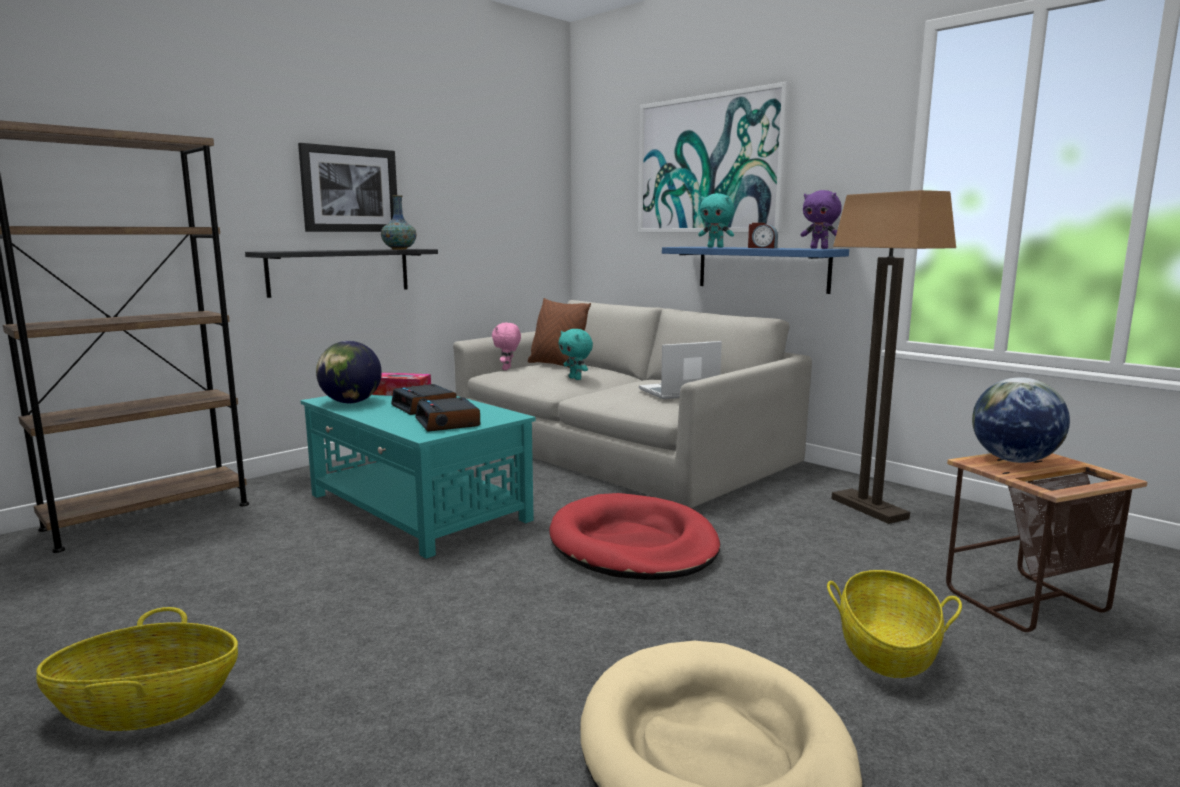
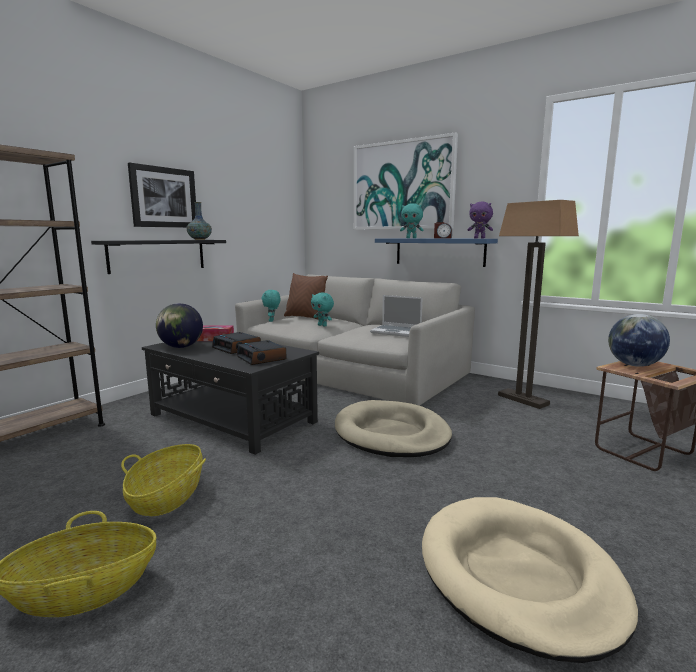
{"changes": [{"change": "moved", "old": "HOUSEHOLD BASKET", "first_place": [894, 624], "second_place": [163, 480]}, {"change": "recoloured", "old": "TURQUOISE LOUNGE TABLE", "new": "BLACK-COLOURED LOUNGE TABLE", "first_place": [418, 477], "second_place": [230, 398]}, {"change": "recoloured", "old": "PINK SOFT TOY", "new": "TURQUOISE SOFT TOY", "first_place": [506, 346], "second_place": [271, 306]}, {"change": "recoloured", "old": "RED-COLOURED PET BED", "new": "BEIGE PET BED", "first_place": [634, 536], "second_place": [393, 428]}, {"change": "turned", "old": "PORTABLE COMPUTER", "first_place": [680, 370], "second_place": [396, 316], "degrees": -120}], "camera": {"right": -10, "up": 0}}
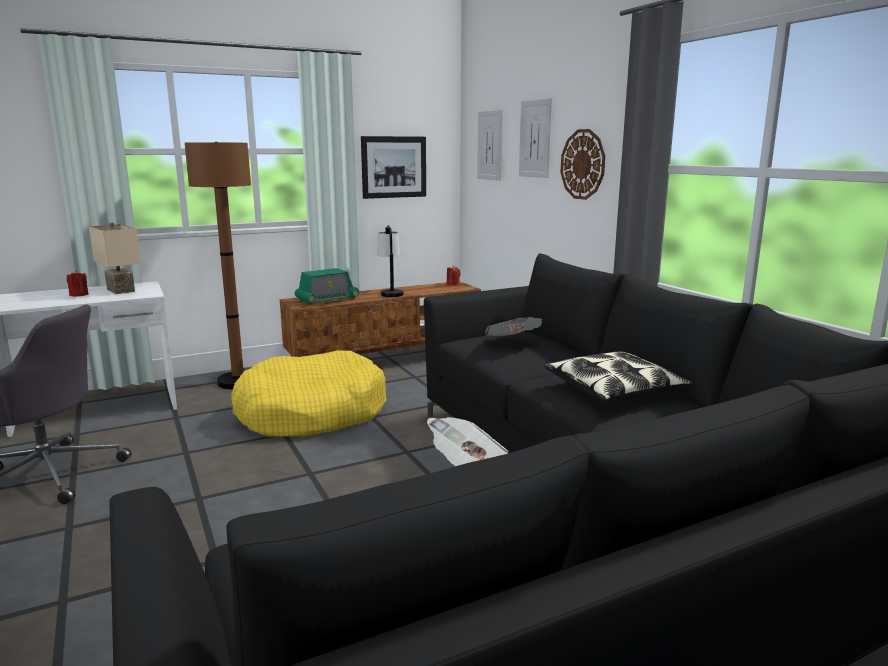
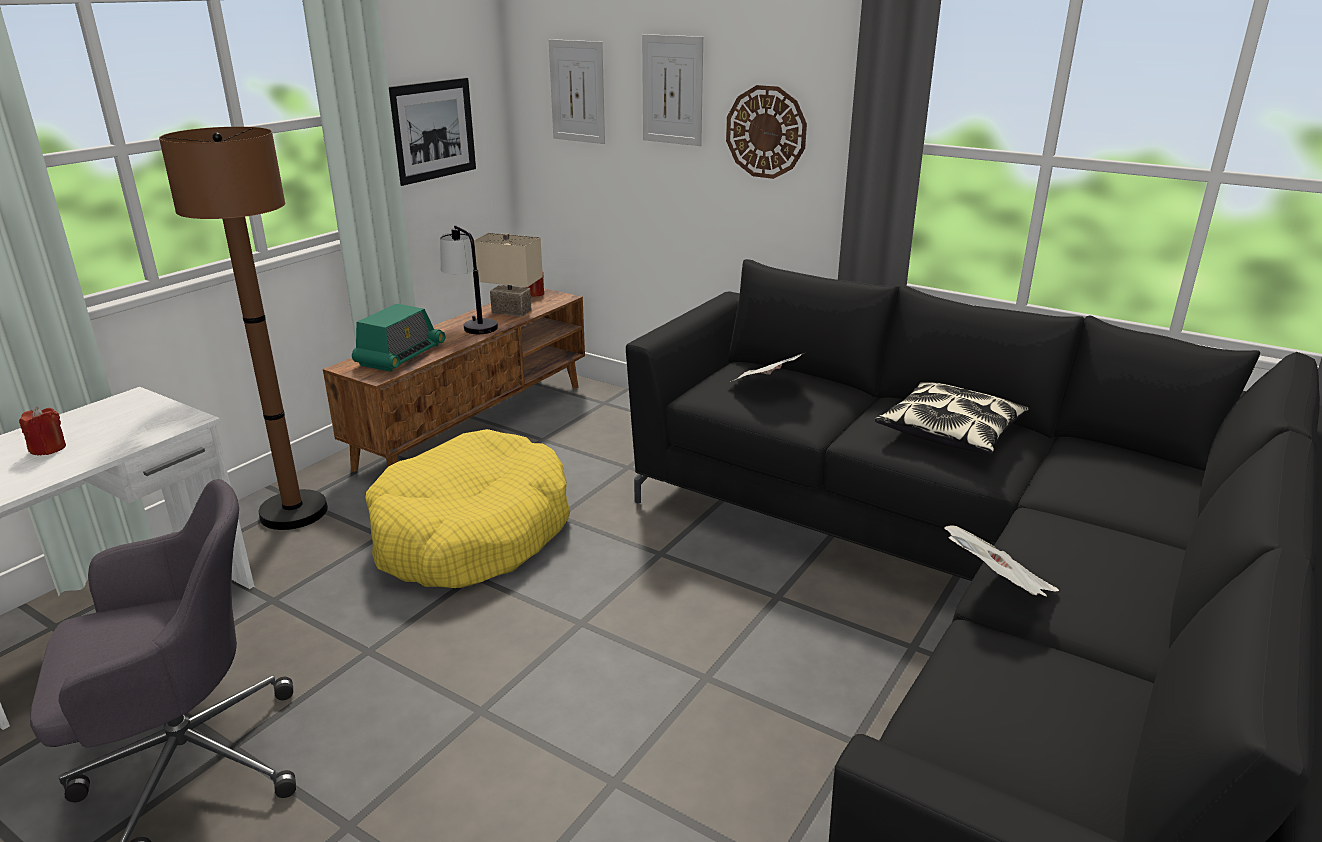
{"changes": [{"change": "moved", "old": "BEIGE TABLETOP LAMP", "first_place": [115, 258], "second_place": [508, 275]}], "camera": {"right": -30, "up": 10}}
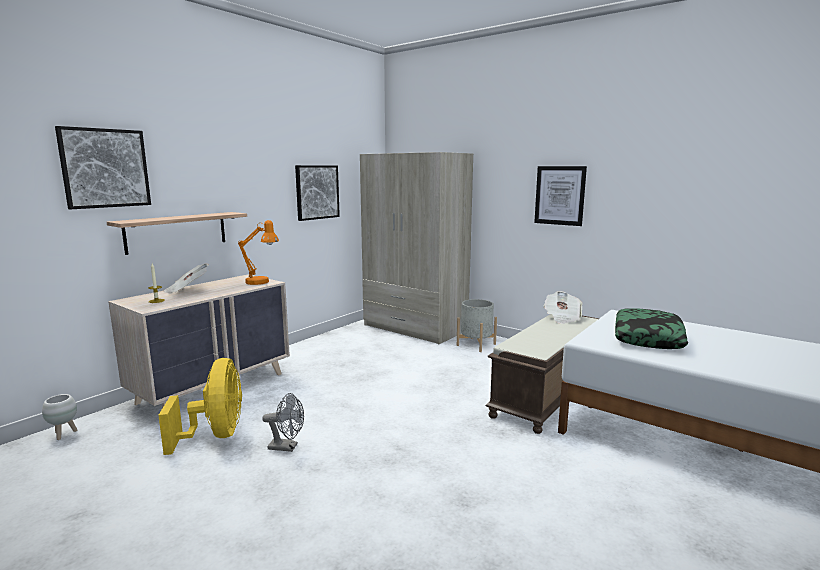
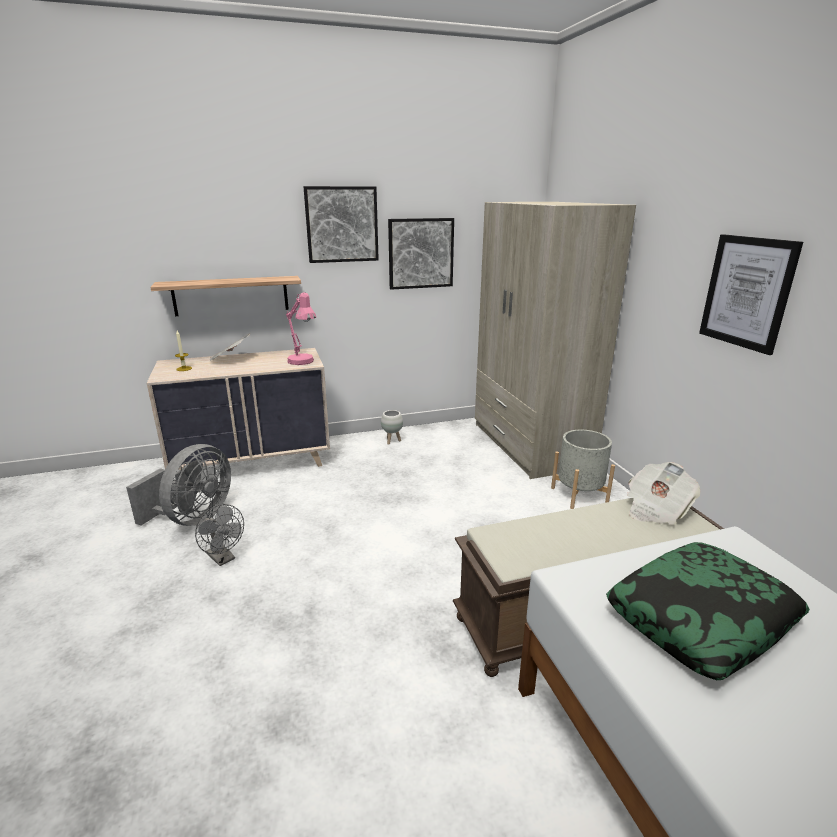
{"changes": [{"change": "recoloured", "old": "YELLOW ELECTRIC FAN", "new": "GREYISH ELECTRIC FAN", "first_place": [200, 406], "second_place": [178, 485]}, {"change": "recoloured", "old": "ORANGEY TABLETOP LAMP", "new": "PINK TABLETOP LAMP", "first_place": [258, 252], "second_place": [301, 328]}, {"change": "moved", "old": "WALL PICTURE", "first_place": [103, 167], "second_place": [341, 224]}, {"change": "moved", "old": "WHITE PLANTER", "first_place": [59, 417], "second_place": [392, 427]}], "camera": {"right": 35, "up": 10}}
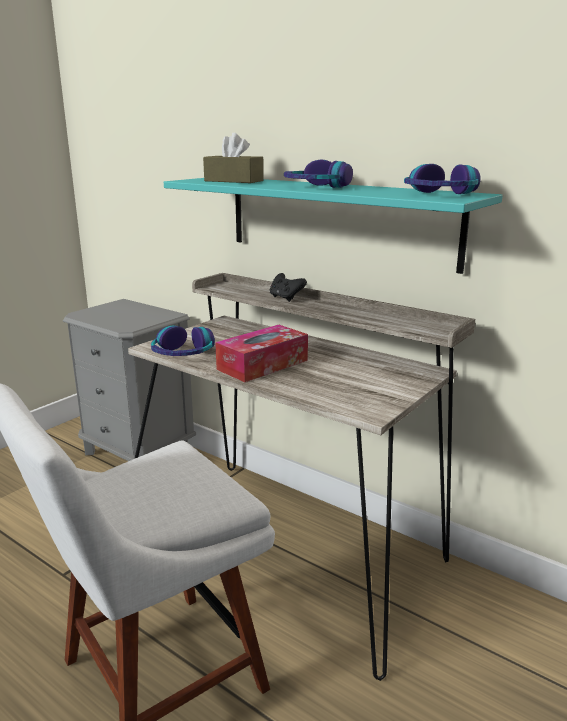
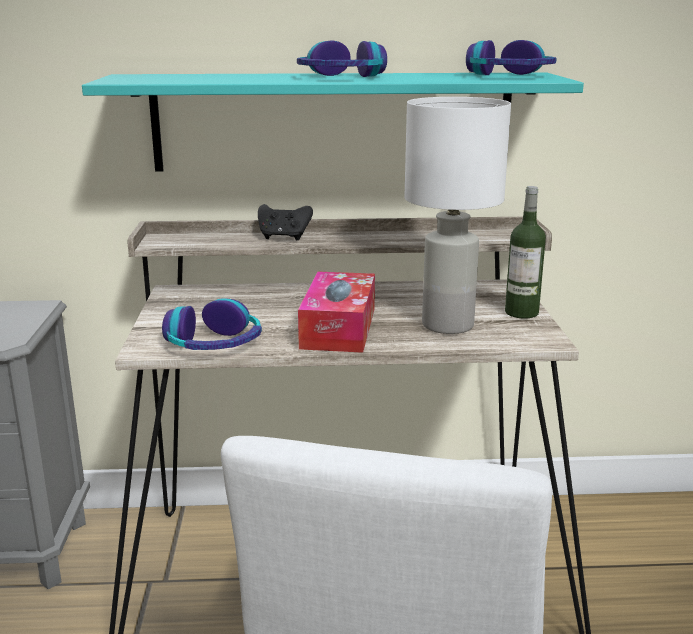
{"changes": [{"change": "added", "new": "WHITE TABLETOP LAMP", "second_place": [458, 215]}, {"change": "added", "new": "BEVERAGE BOTTLE", "second_place": [525, 252]}, {"change": "removed", "old": "BROWNISH BOX OF TISSUES", "first_place": [233, 157]}], "camera": {"right": -40, "up": 0}}
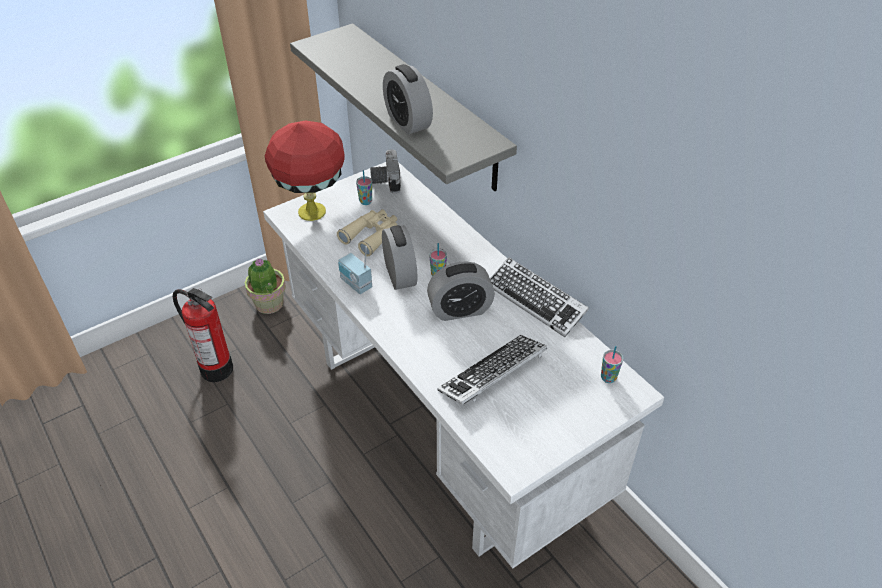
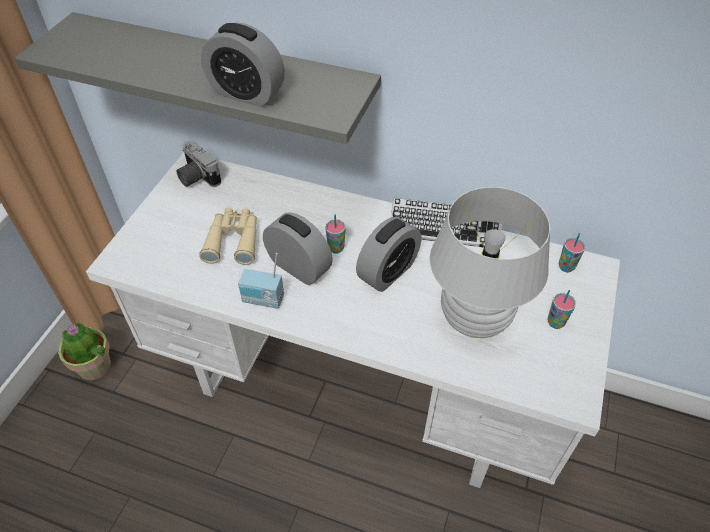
{"changes": [{"change": "replaced", "old": "KEYBOARD", "new": "WHITE TABLETOP LAMP", "first_place": [492, 370], "second_place": [490, 262]}, {"change": "moved", "old": "DRINKING CUP", "first_place": [364, 187], "second_place": [561, 309]}, {"change": "removed", "old": "FIRE-FIGHTING CYLINDER", "first_place": [203, 335]}, {"change": "removed", "old": "RED-COLOURED TABLETOP LAMP", "first_place": [305, 171]}], "camera": {"right": -35, "up": 5}}
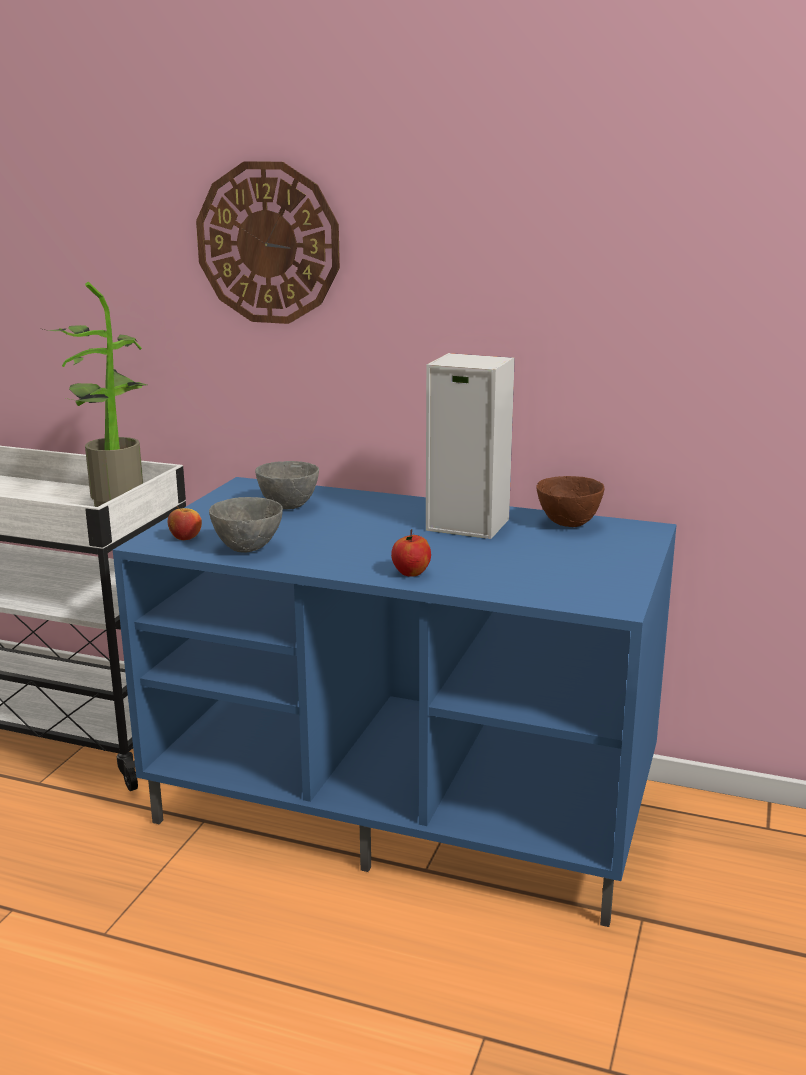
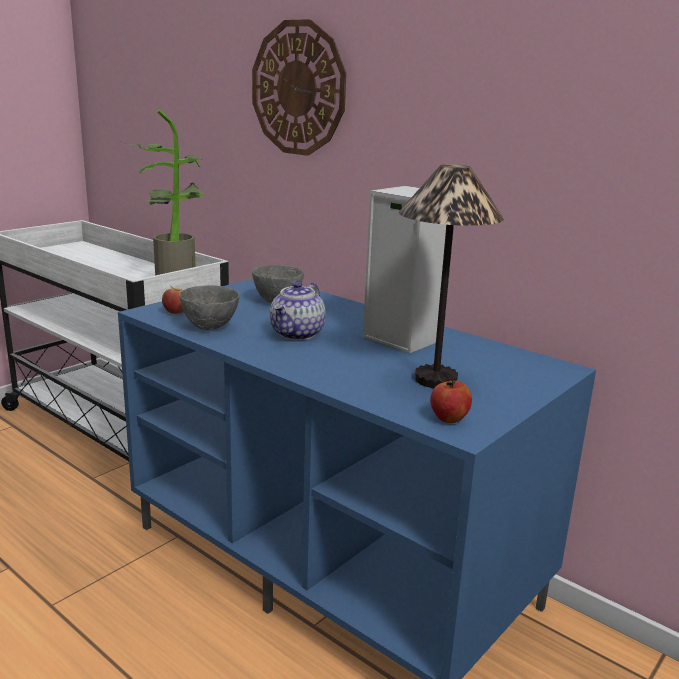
{"changes": [{"change": "added", "new": "TEA POT", "second_place": [298, 310]}, {"change": "added", "new": "TABLETOP LAMP", "second_place": [451, 276]}, {"change": "moved", "old": "APPLE", "first_place": [411, 553], "second_place": [451, 399]}, {"change": "removed", "old": "BROWNISH DEEP DISH", "first_place": [570, 501]}], "camera": {"right": 20, "up": 0}}
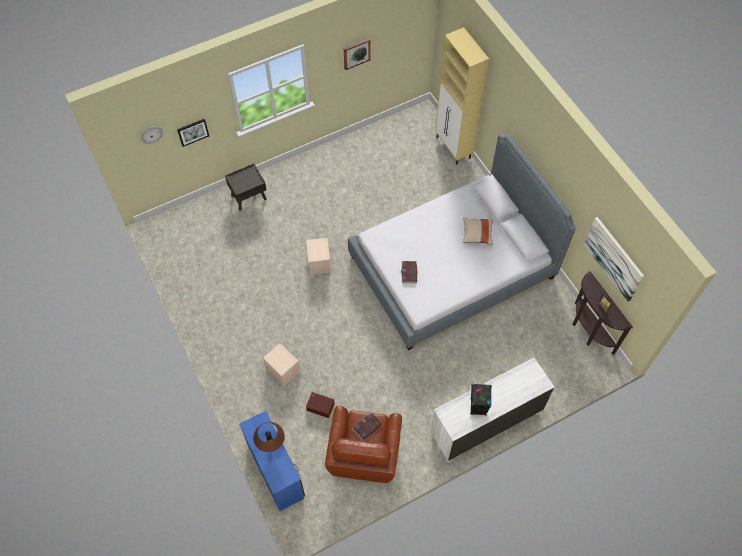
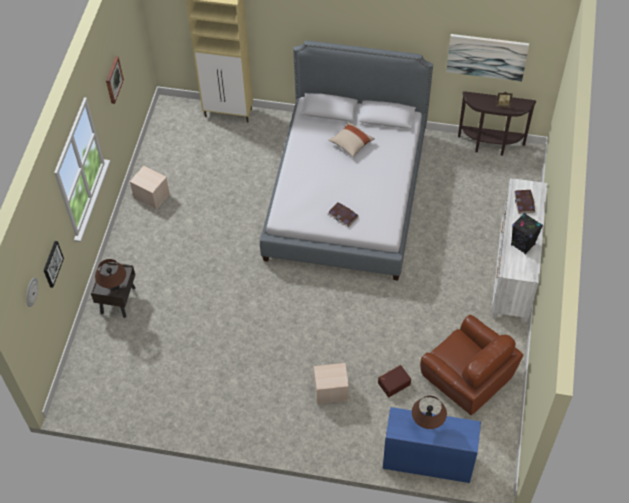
{"changes": [{"change": "added", "new": "BROWNISH TABLETOP LAMP", "second_place": [110, 275]}, {"change": "moved", "old": "BEIGE STORAGE CONTAINER", "first_place": [318, 256], "second_place": [150, 188]}, {"change": "moved", "old": "BOOK", "first_place": [367, 426], "second_place": [524, 202]}], "camera": {"right": -50, "up": -5}}
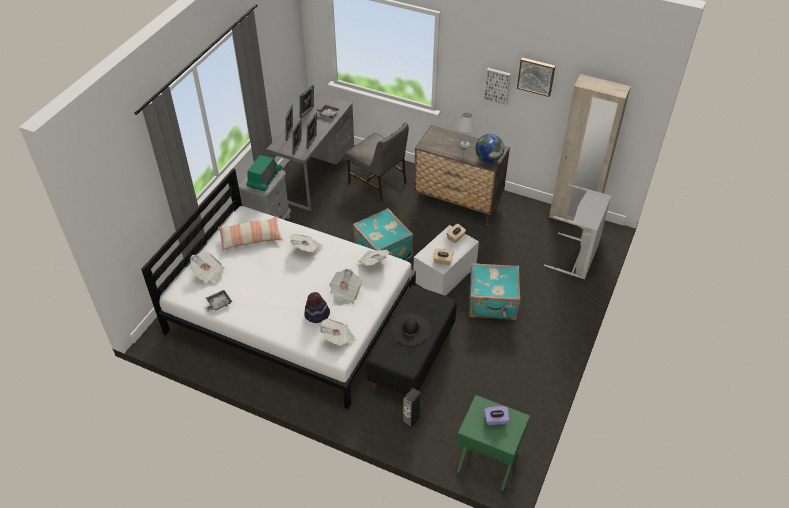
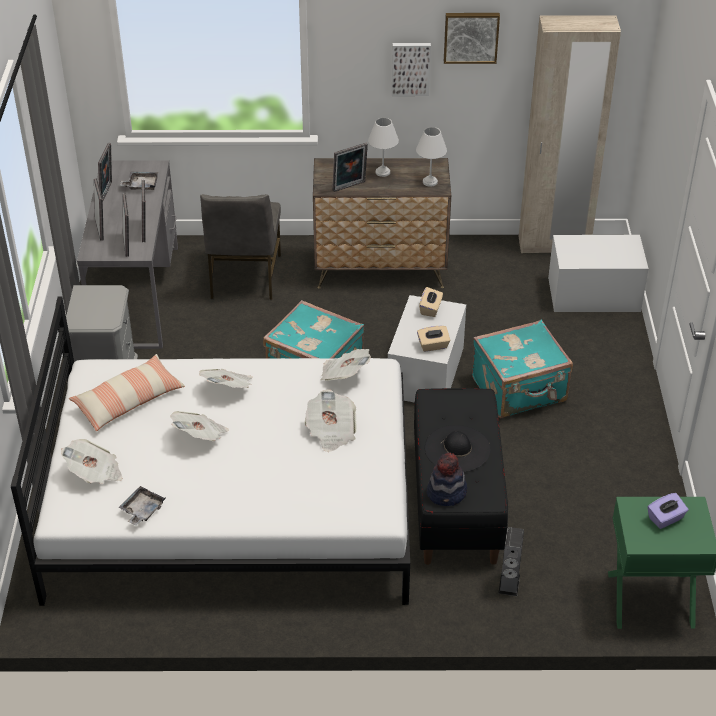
{"changes": [{"change": "moved", "old": "NEWSPAPER", "first_place": [337, 332], "second_place": [199, 426]}, {"change": "turned", "old": "GREYISH UPRIGHT CHAIR", "first_place": [377, 161], "second_place": [240, 247], "degrees": 75}, {"change": "added", "new": "PHOTO FRAME", "second_place": [350, 167]}, {"change": "replaced", "old": "DESK GLOBE", "new": "WHITE TABLETOP LAMP", "first_place": [490, 148], "second_place": [431, 157]}, {"change": "moved", "old": "HAT", "first_place": [317, 307], "second_place": [447, 479]}, {"change": "replaced", "old": "GREYISH HAMPER", "new": "WHITE STORAGE CONTAINER", "first_place": [577, 231], "second_place": [598, 273]}, {"change": "removed", "old": "RADIO RECEIVER", "first_place": [264, 173]}], "camera": {"right": -25, "up": -5}}
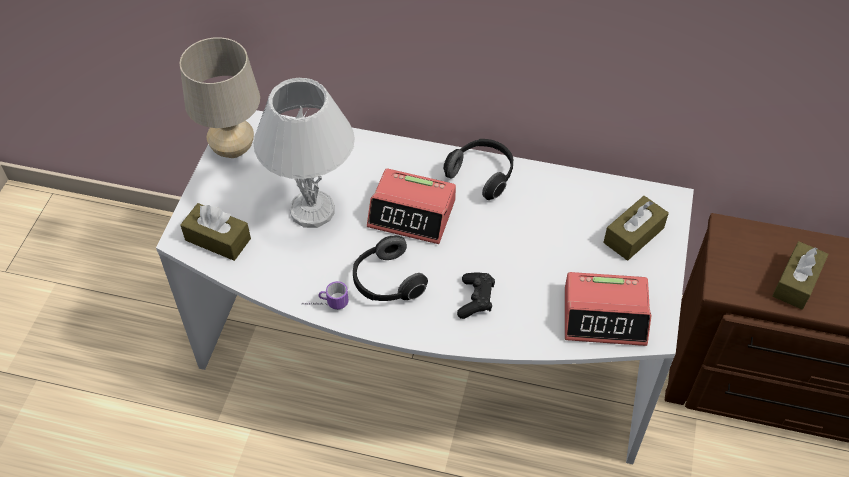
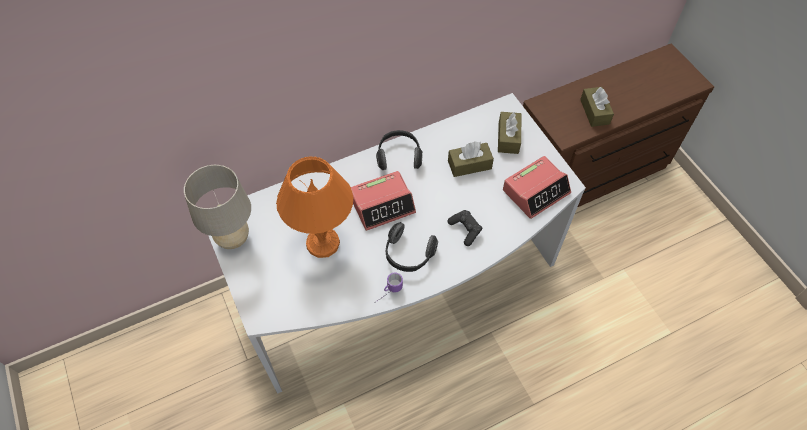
{"changes": [{"change": "recoloured", "old": "WHITE TABLETOP LAMP", "new": "ORANGEY TABLETOP LAMP", "first_place": [304, 153], "second_place": [314, 207]}, {"change": "moved", "old": "BROWNISH BOX OF TISSUES", "first_place": [215, 232], "second_place": [471, 159]}], "camera": {"right": -40, "up": 5}}
